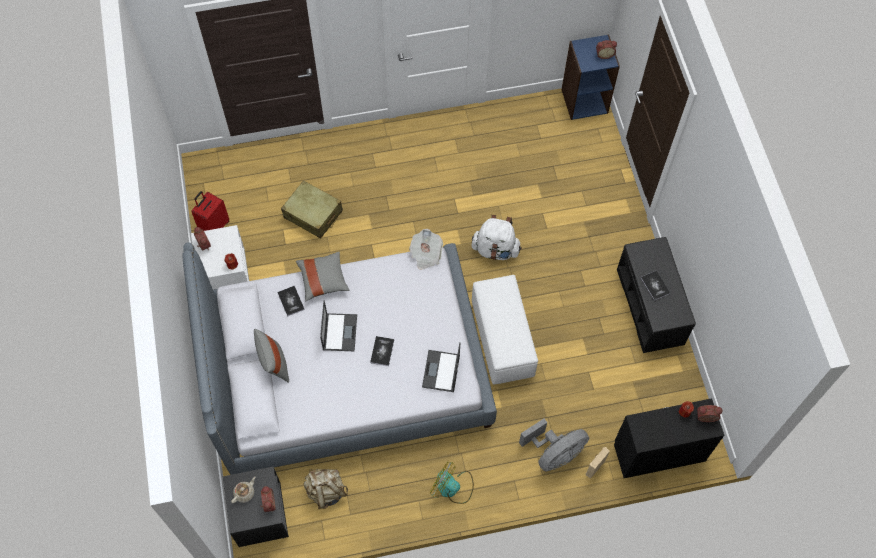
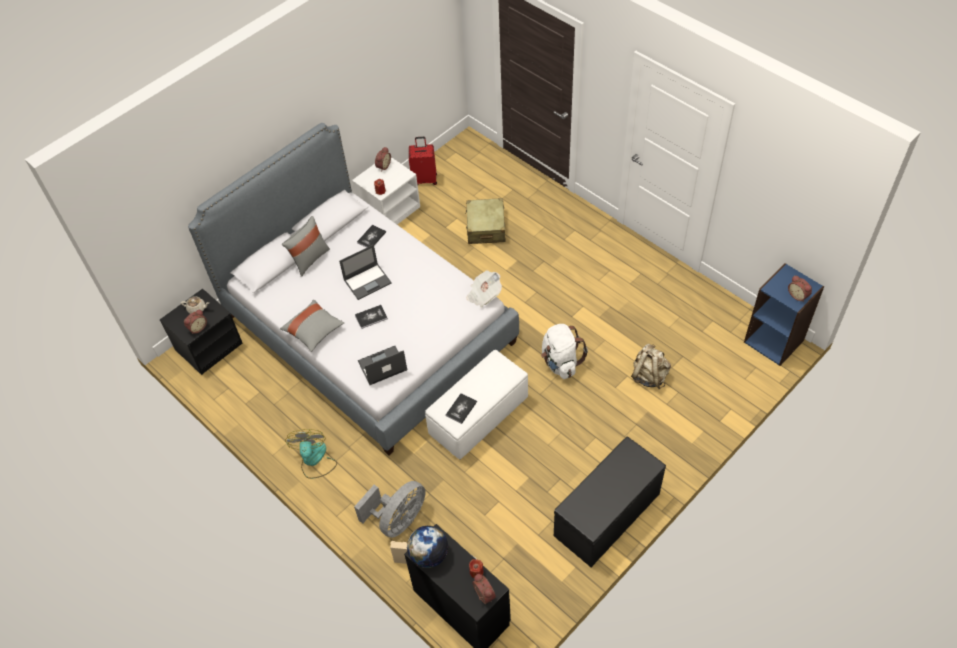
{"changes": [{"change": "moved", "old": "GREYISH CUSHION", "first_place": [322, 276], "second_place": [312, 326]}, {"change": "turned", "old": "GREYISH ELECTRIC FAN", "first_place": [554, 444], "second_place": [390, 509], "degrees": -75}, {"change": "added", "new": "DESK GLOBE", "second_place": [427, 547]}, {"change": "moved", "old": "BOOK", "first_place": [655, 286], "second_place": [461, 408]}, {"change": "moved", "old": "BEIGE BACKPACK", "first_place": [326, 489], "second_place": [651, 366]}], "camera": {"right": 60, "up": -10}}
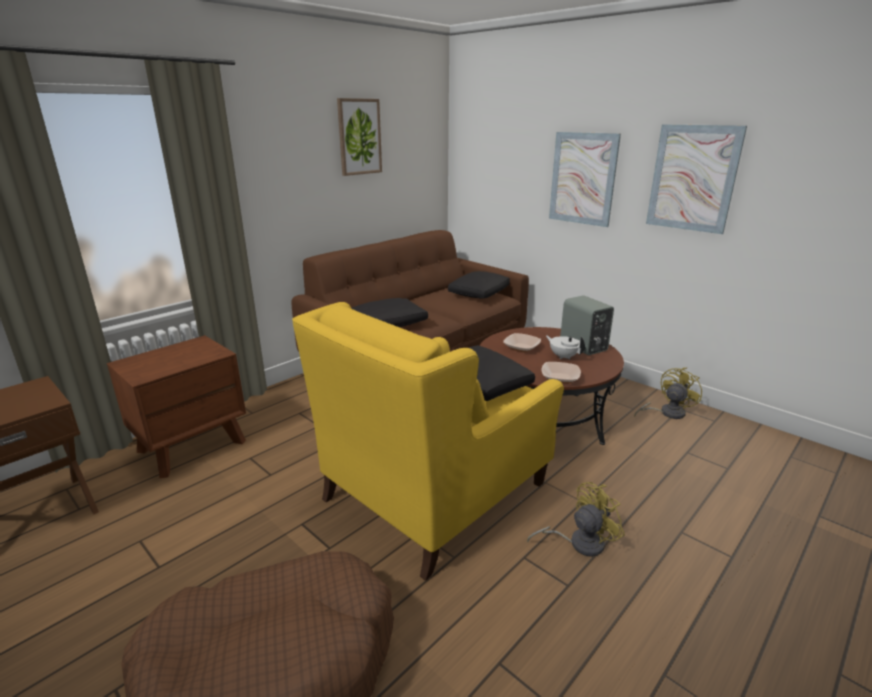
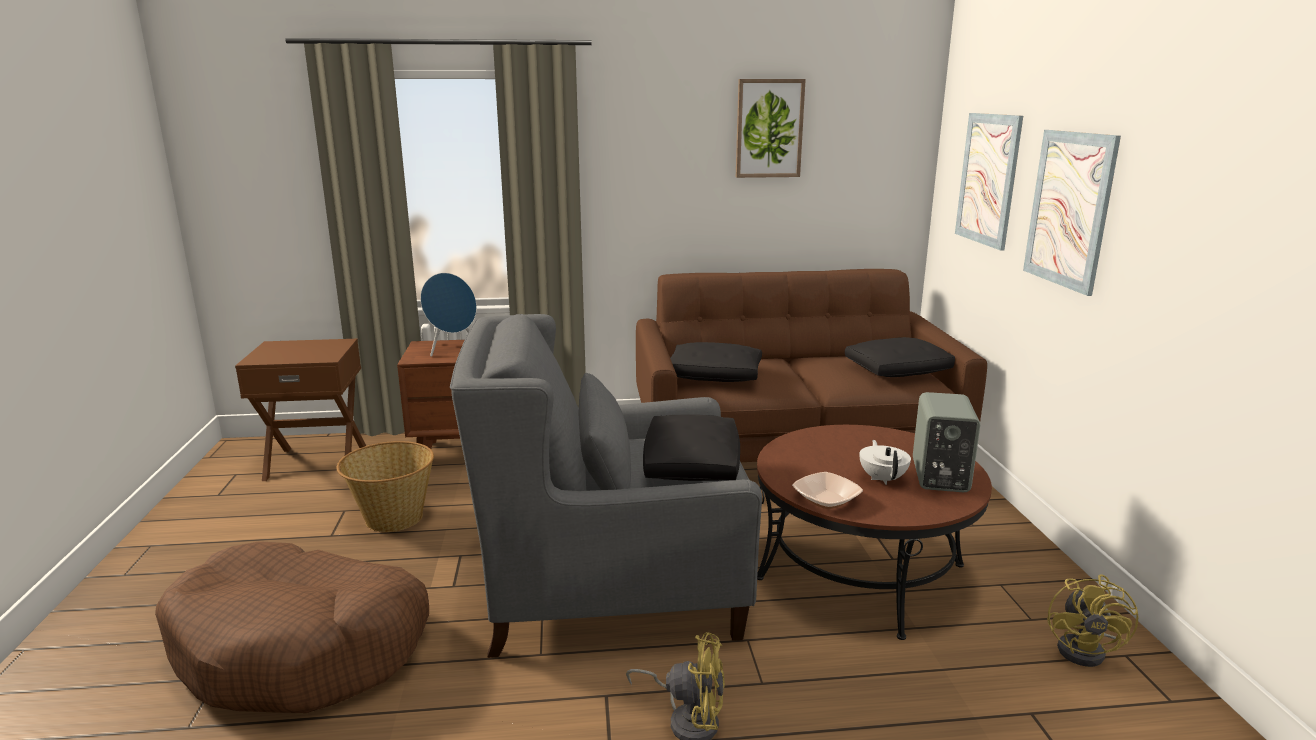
{"changes": [{"change": "added", "new": "HOUSEHOLD BASKET", "second_place": [385, 486]}, {"change": "added", "new": "BLUE LOUDSPEAKER", "second_place": [448, 315]}, {"change": "recoloured", "old": "YELLOW EASY CHAIR", "new": "GREYISH EASY CHAIR", "first_place": [428, 441], "second_place": [606, 486]}, {"change": "moved", "old": "WALL PICTURE", "first_place": [696, 179], "second_place": [989, 182]}, {"change": "turned", "old": "YELLOW ELECTRIC FAN", "first_place": [668, 393], "second_place": [1093, 620], "degrees": 105}, {"change": "removed", "old": "DEEP DISH", "first_place": [522, 342]}], "camera": {"right": 40, "up": -5}}
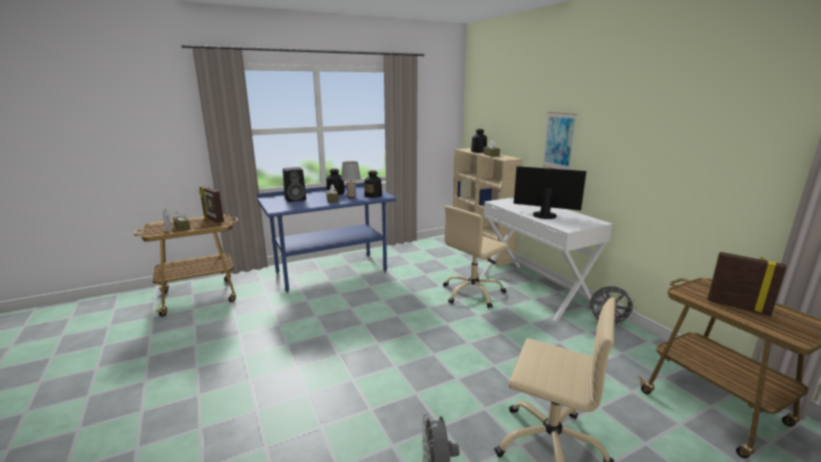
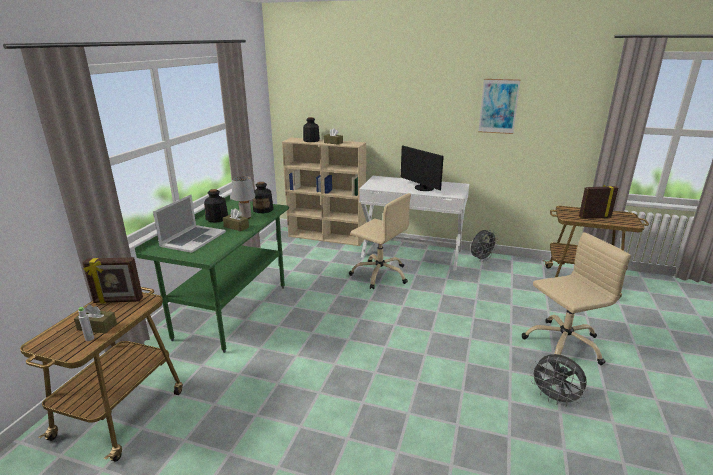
{"changes": [{"change": "recoloured", "old": "BLUE DESK", "new": "GREENISH DESK", "first_place": [326, 238], "second_place": [212, 274]}, {"change": "replaced", "old": "BLACK-COLOURED LOUDSPEAKER", "new": "PORTABLE COMPUTER", "first_place": [294, 184], "second_place": [189, 224]}, {"change": "turned", "old": "BEIGE COMPUTER CHAIR", "first_place": [476, 257], "second_place": [380, 241], "degrees": -60}, {"change": "turned", "old": "COMPUTER DISPLAY", "first_place": [550, 192], "second_place": [422, 168], "degrees": -105}, {"change": "moved", "old": "WALL PICTURE", "first_place": [559, 141], "second_place": [499, 106]}], "camera": {"right": -45, "up": 5}}
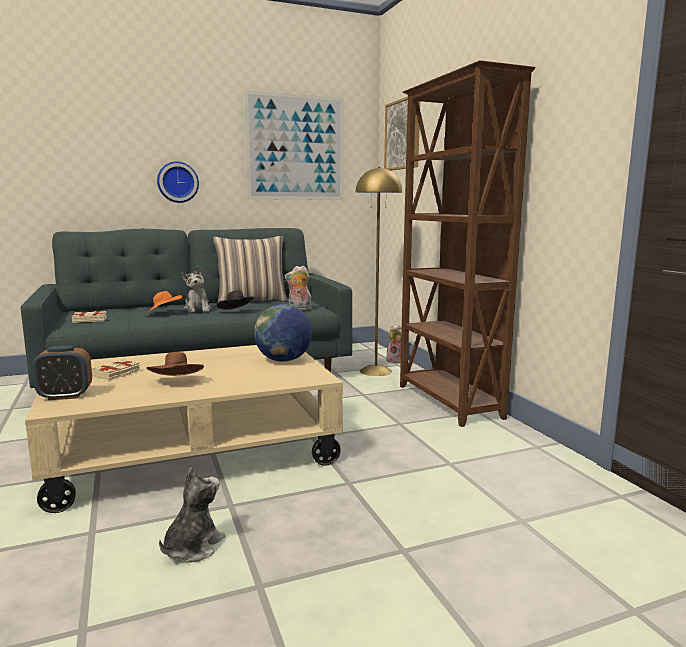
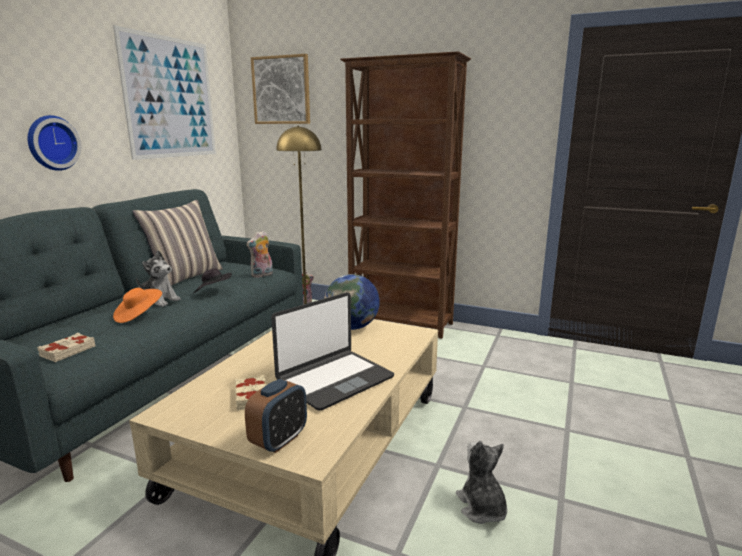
{"changes": [{"change": "replaced", "old": "BROWNISH HAT", "new": "PORTABLE COMPUTER", "first_place": [175, 364], "second_place": [332, 351]}], "camera": {"right": -45, "up": 5}}
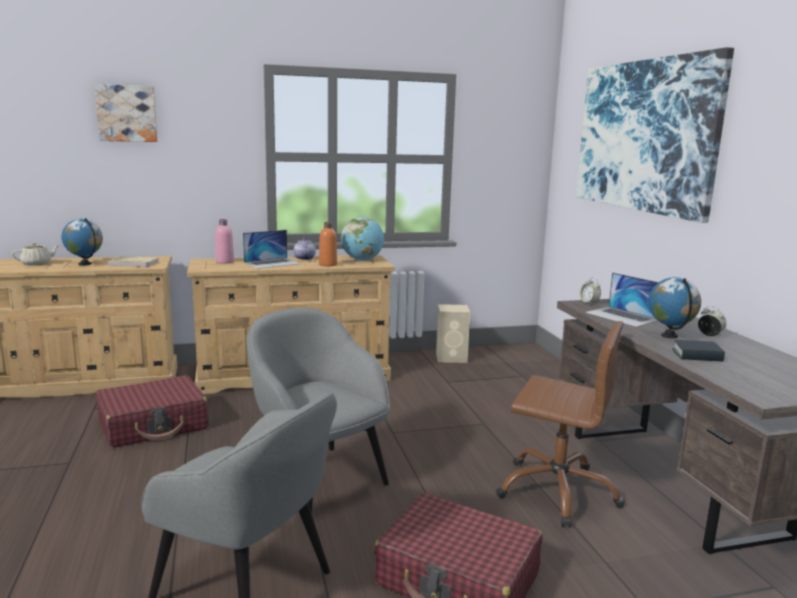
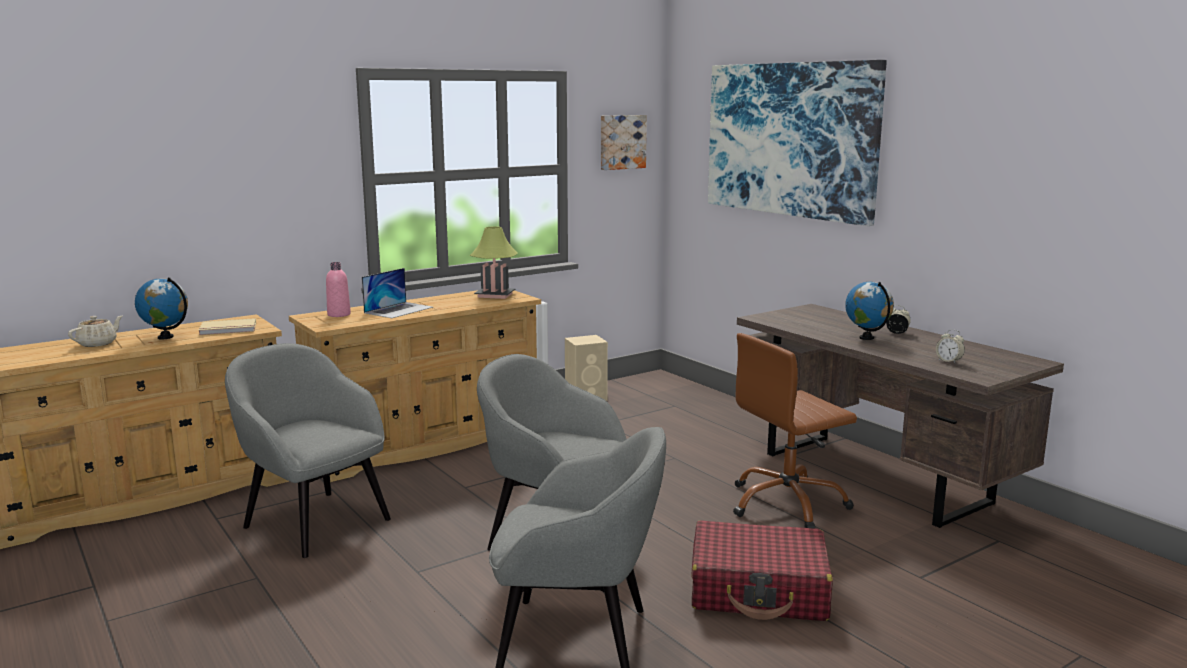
{"changes": [{"change": "replaced", "old": "RED-COLOURED SUITCASE", "new": "GREYISH EASY CHAIR", "first_place": [152, 411], "second_place": [308, 450]}, {"change": "replaced", "old": "DESK GLOBE", "new": "TABLETOP LAMP", "first_place": [362, 239], "second_place": [494, 262]}, {"change": "moved", "old": "WALL PICTURE", "first_place": [126, 113], "second_place": [624, 142]}, {"change": "turned", "old": "BROWNISH COMPUTER CHAIR", "first_place": [560, 424], "second_place": [795, 431], "degrees": 150}, {"change": "moved", "old": "ALARM CLOCK", "first_place": [590, 290], "second_place": [950, 346]}, {"change": "removed", "old": "TEA POT", "first_place": [305, 248]}, {"change": "removed", "old": "ORANGEY BEVERAGE BOTTLE", "first_place": [328, 244]}, {"change": "removed", "old": "PORTABLE COMPUTER", "first_place": [621, 299]}, {"change": "removed", "old": "BOOK", "first_place": [698, 351]}], "camera": {"right": -20, "up": 0}}
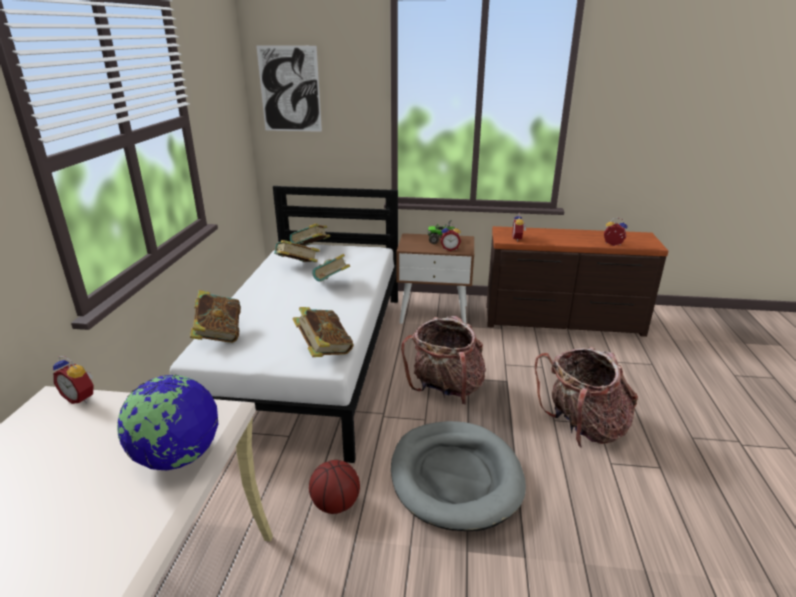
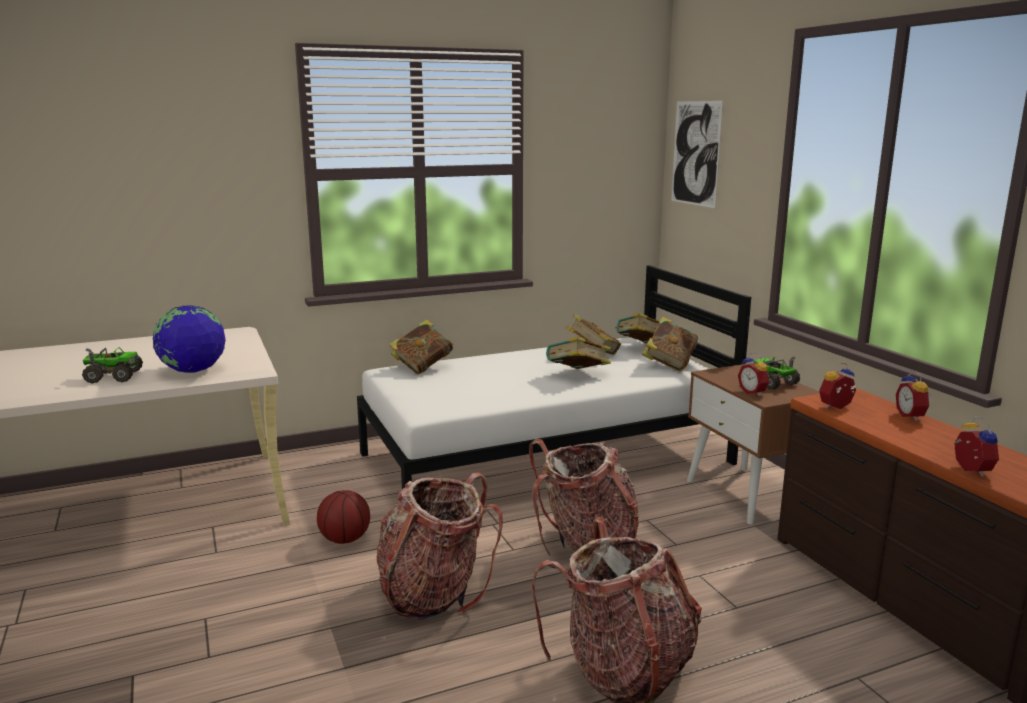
{"changes": [{"change": "added", "new": "TOY TRUCK", "second_place": [112, 365]}, {"change": "replaced", "old": "GREYISH PET BED", "new": "BACKPACK", "first_place": [458, 476], "second_place": [440, 546]}, {"change": "moved", "old": "BOOK", "first_place": [323, 332], "second_place": [670, 343]}, {"change": "moved", "old": "ALARM CLOCK", "first_place": [73, 380], "second_place": [913, 395]}], "camera": {"right": 60, "up": -10}}
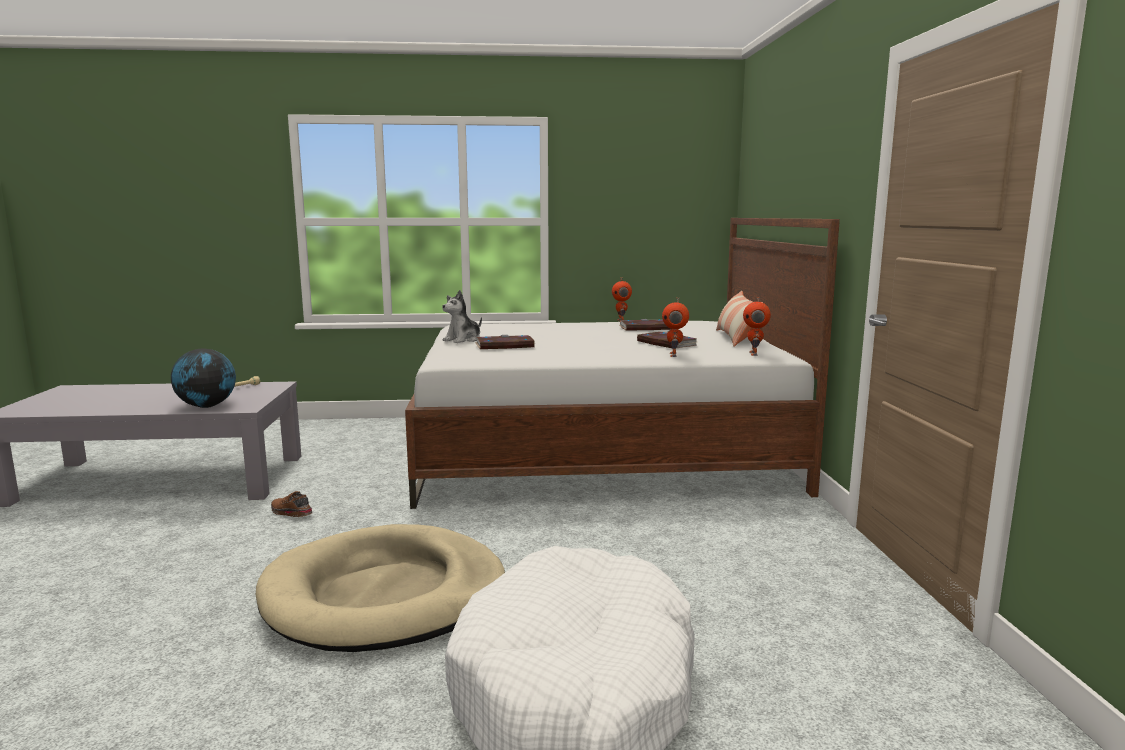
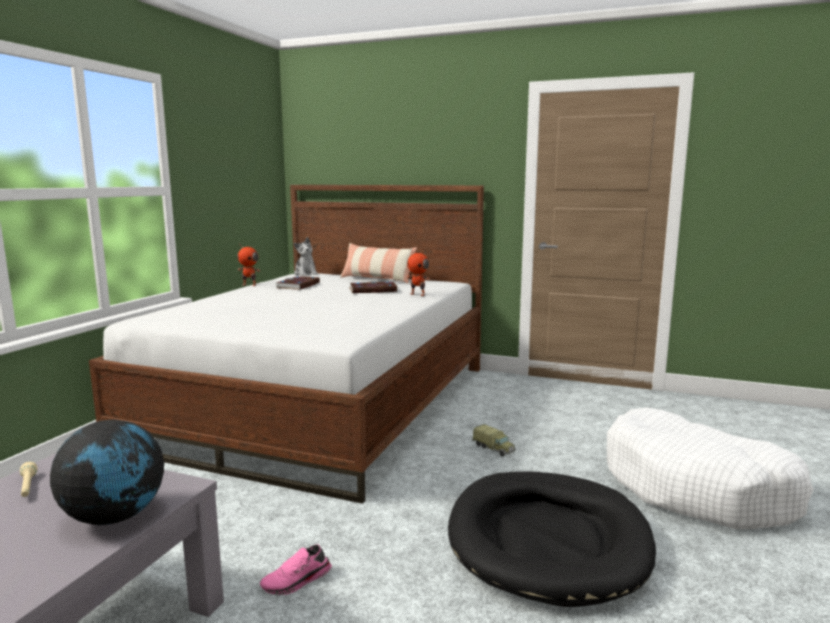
{"changes": [{"change": "recoloured", "old": "BROWNISH LOW SHOE", "new": "PINK LOW SHOE", "first_place": [291, 504], "second_place": [296, 569]}, {"change": "moved", "old": "SOFT TOY", "first_place": [462, 316], "second_place": [305, 256]}, {"change": "recoloured", "old": "BEIGE PET BED", "new": "BLACK-COLOURED PET BED", "first_place": [380, 588], "second_place": [552, 539]}, {"change": "added", "new": "TOY TRUCK", "second_place": [494, 440]}, {"change": "removed", "old": "BOOK", "first_place": [505, 342]}, {"change": "removed", "old": "MODEL ROBOT", "first_place": [757, 326]}], "camera": {"right": -65, "up": 0}}
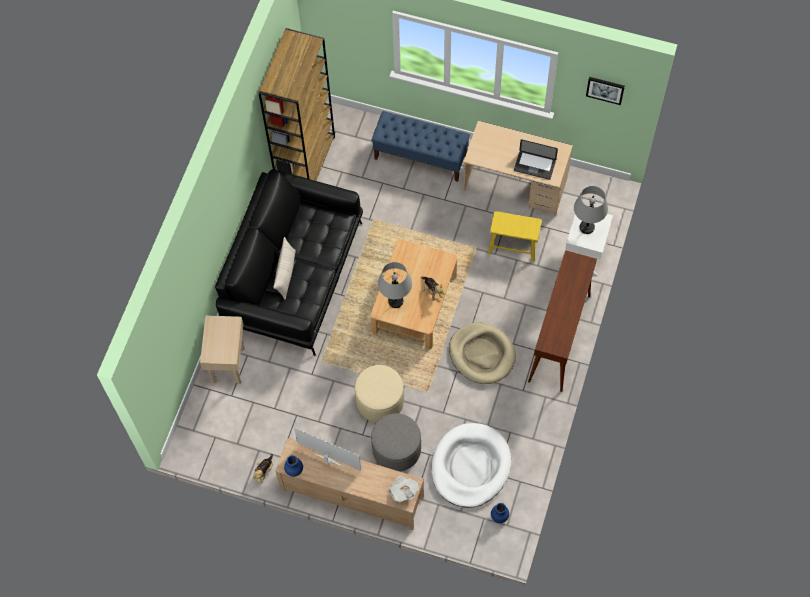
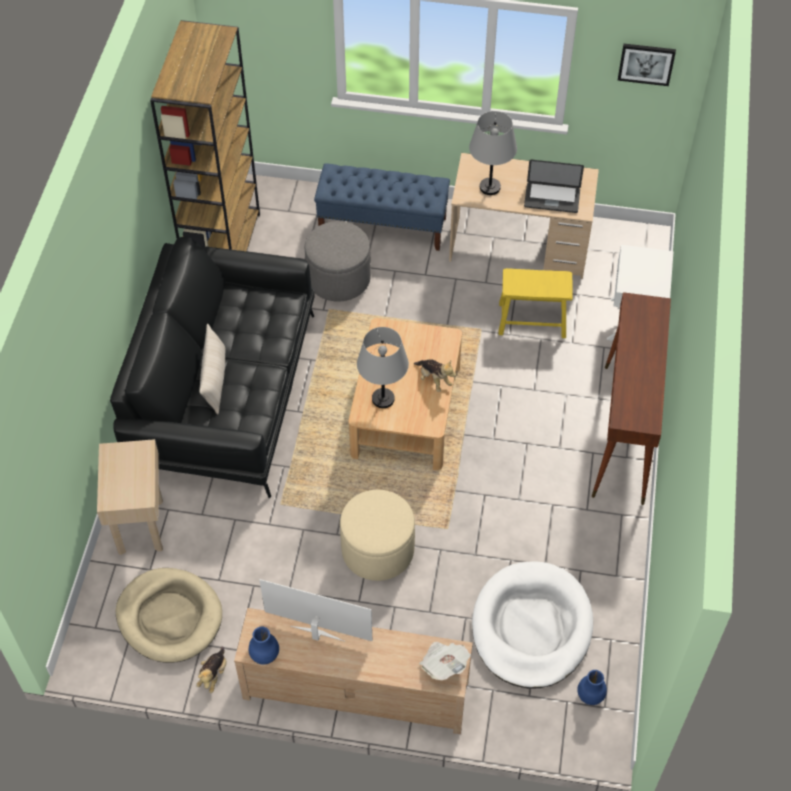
{"changes": [{"change": "moved", "old": "BEIGE PET BED", "first_place": [482, 353], "second_place": [169, 615]}, {"change": "moved", "old": "GREYISH POUFFE", "first_place": [396, 442], "second_place": [338, 261]}, {"change": "moved", "old": "GREYISH TABLETOP LAMP", "first_place": [591, 210], "second_place": [493, 153]}], "camera": {"right": -10, "up": -10}}
